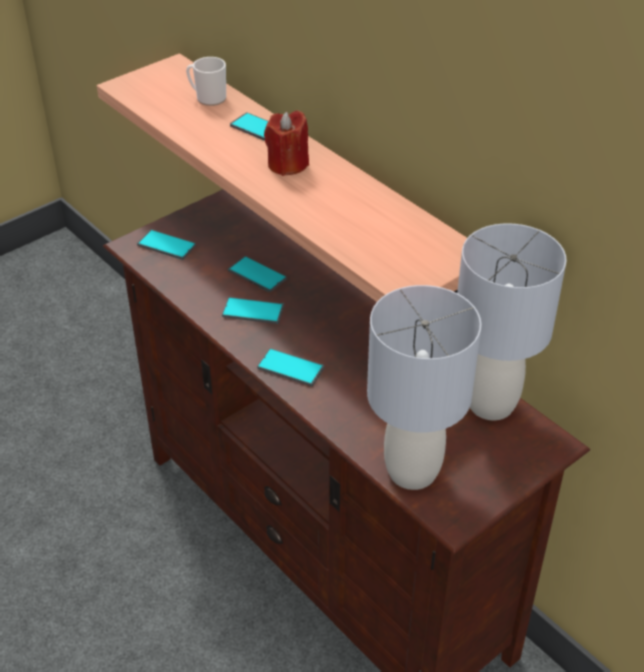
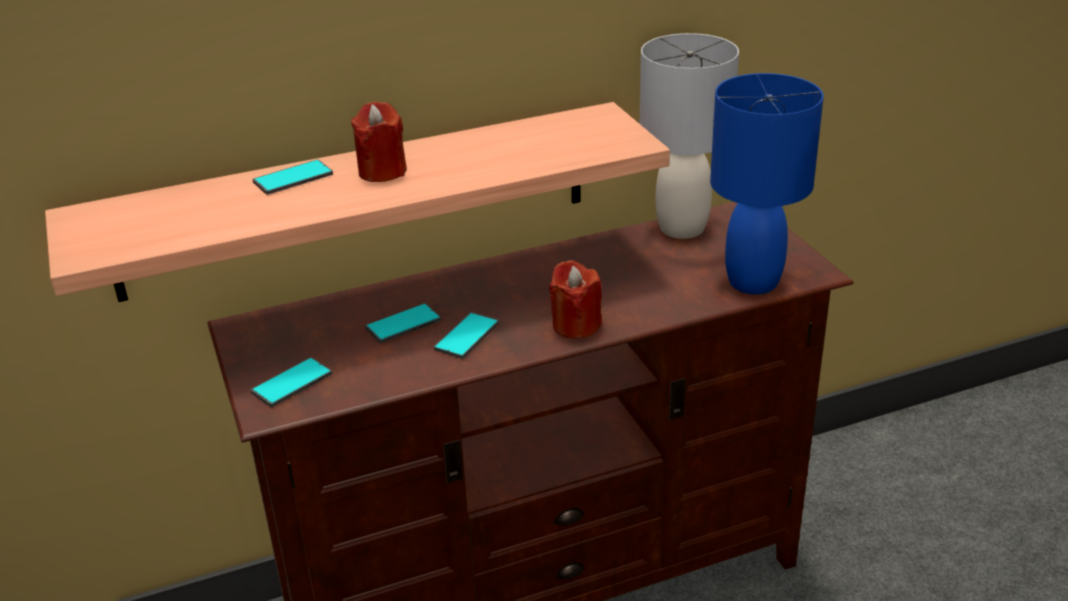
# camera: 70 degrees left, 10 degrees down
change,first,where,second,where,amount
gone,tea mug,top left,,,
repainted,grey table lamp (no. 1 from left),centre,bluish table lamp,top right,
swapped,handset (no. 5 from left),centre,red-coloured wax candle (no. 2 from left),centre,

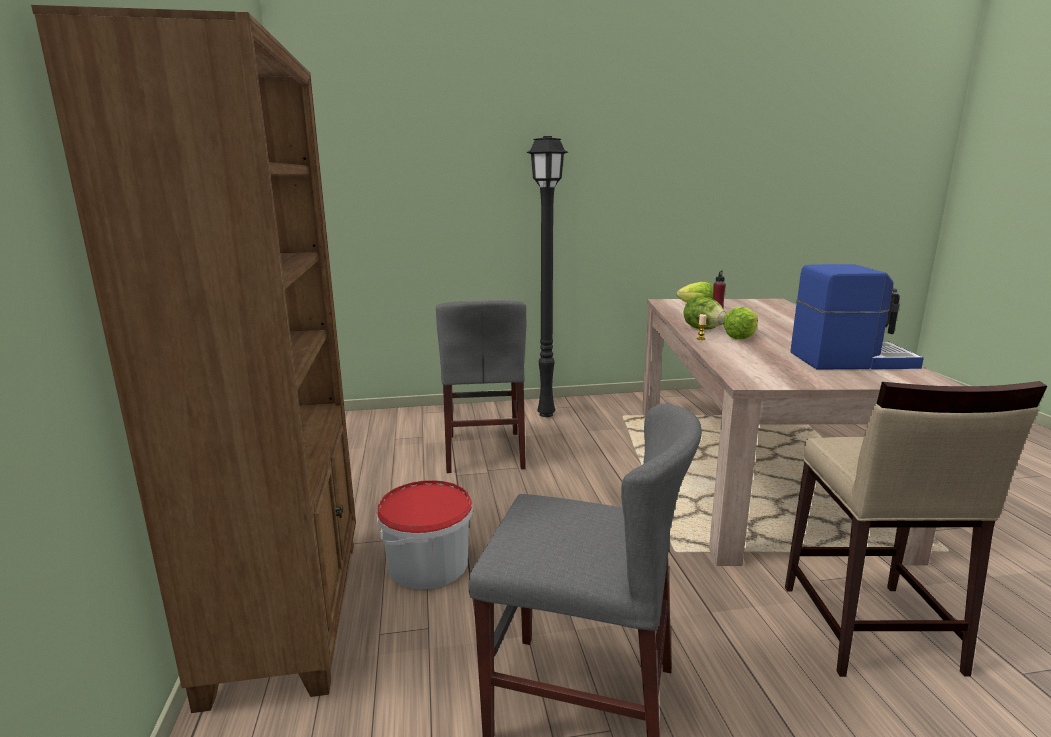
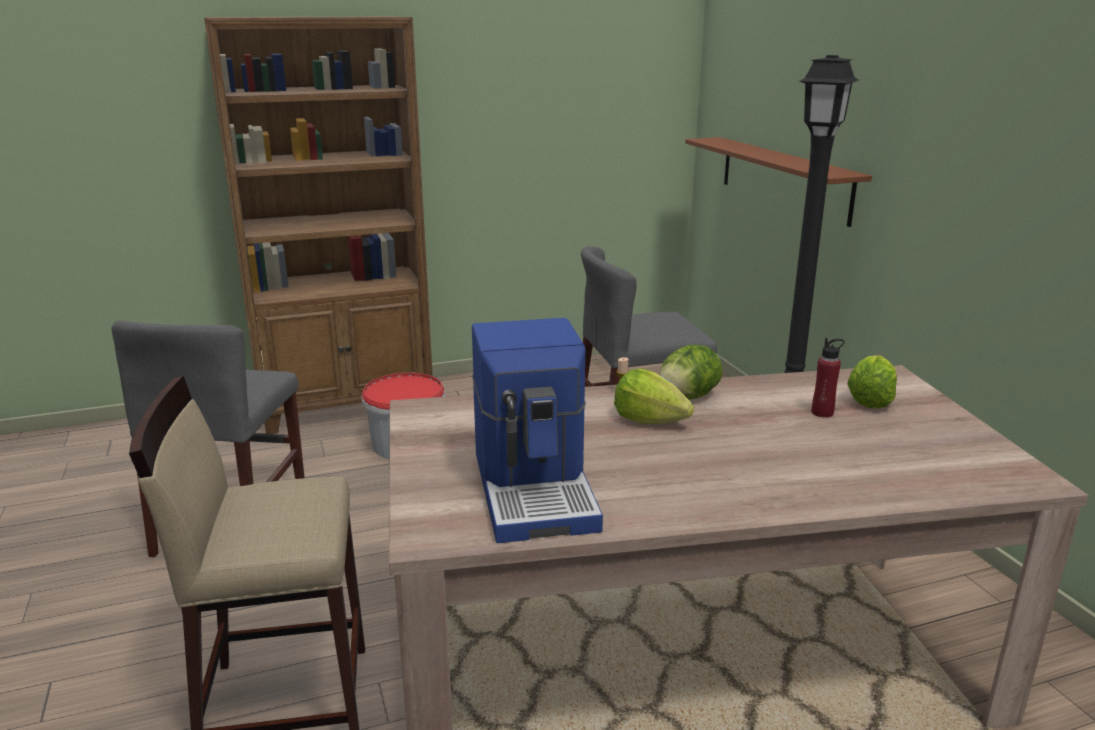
# camera: 80 degrees right, 5 degrees up
change,first,where,second,where,amount
new,,,brown-coloured shelf,top right,

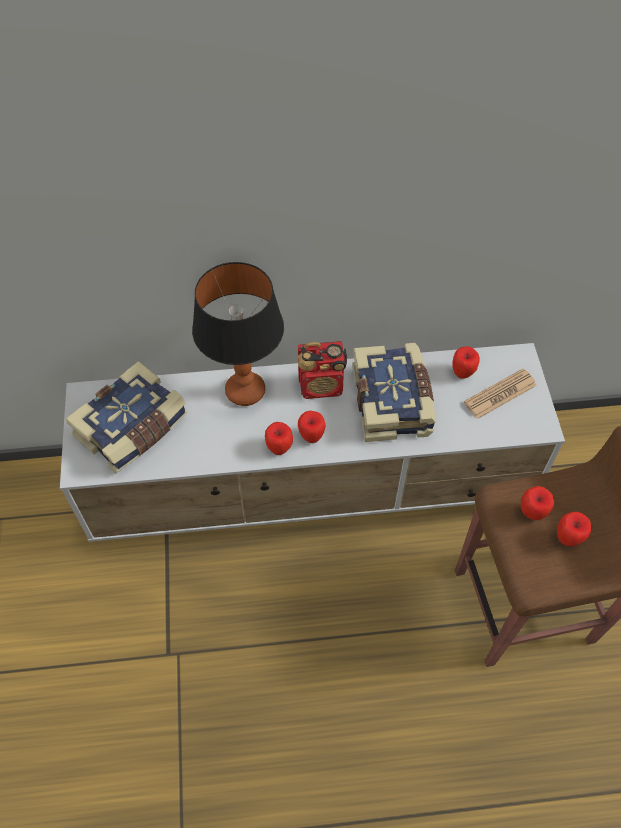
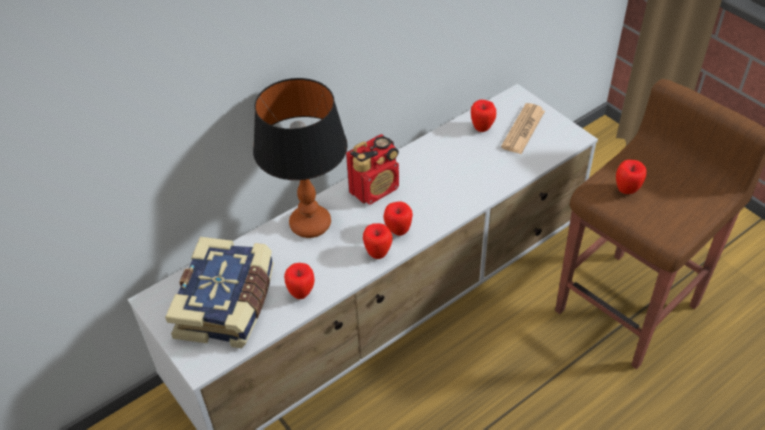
# camera: 30 degrees left, 10 degrees down
change,first,where,second,where,amount
gone,bound book (no. 2 from left),centre,,,
shifted,whole apple (no. 5 from left in the first image),middle right,whole apple (no. 1 from left),centre,

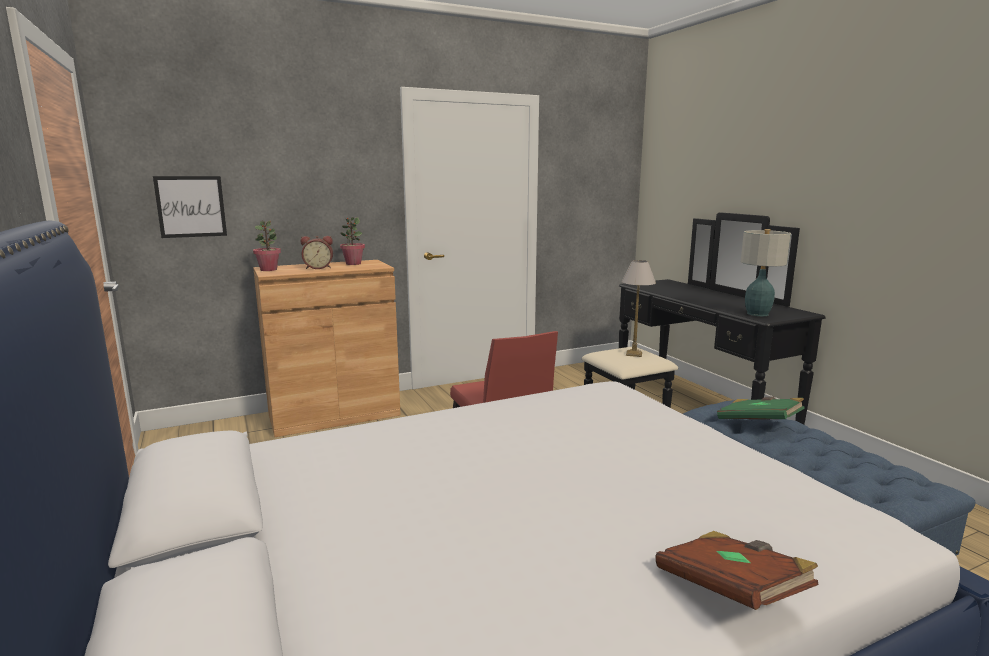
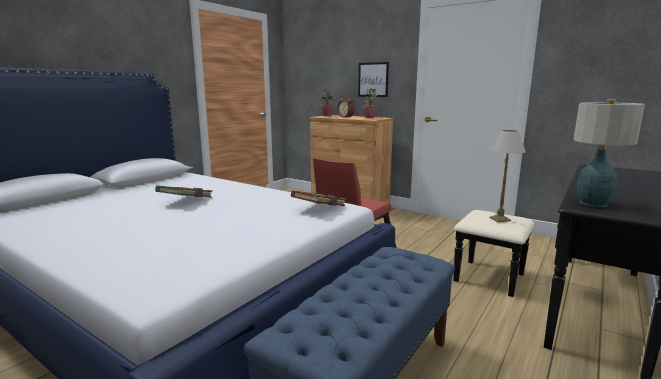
# camera: 60 degrees right, 0 degrees up
change,first,where,second,where,amount
shifted,wall picture,top left,,top centre,
shifted,green-coloured bound book,middle right,,middle left,
shifted,brown-coloured bound book,bottom right,,centre,

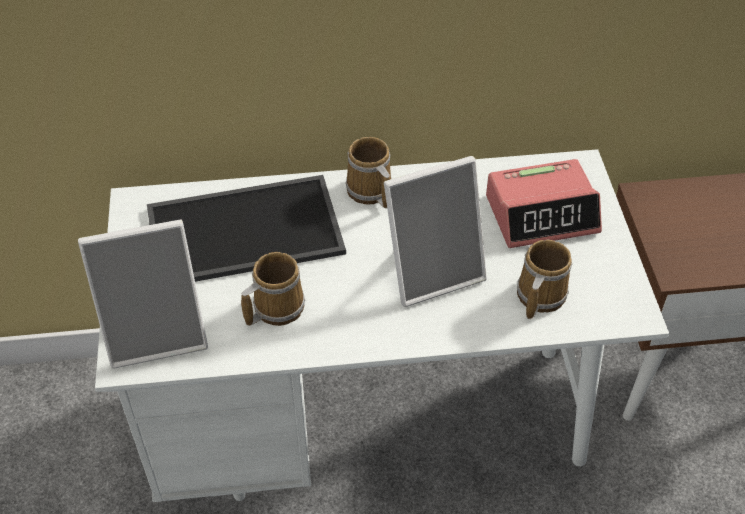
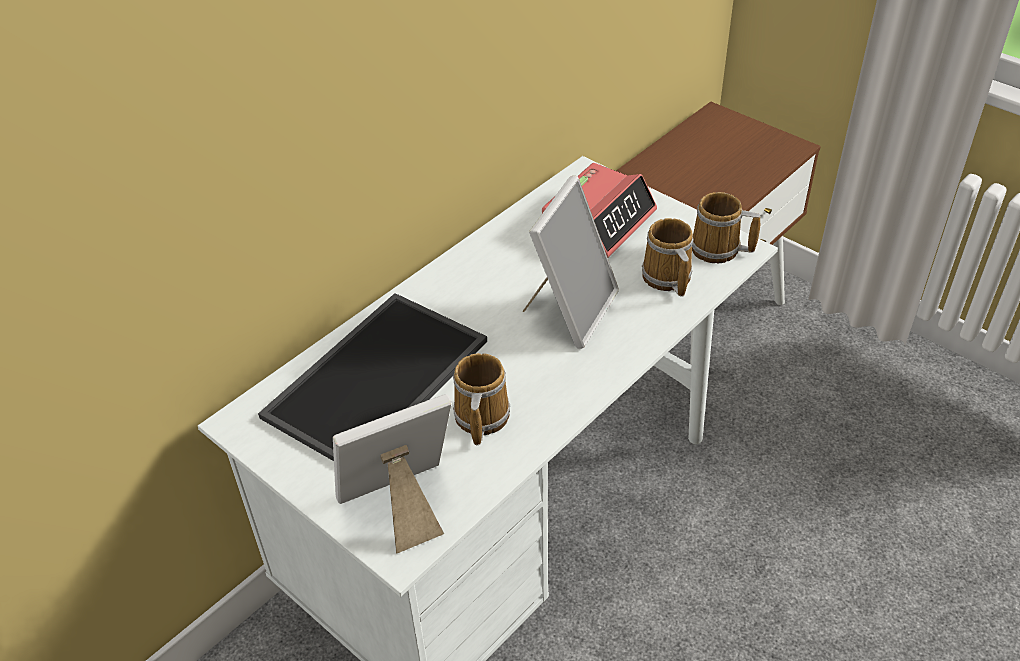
# camera: 40 degrees left, 5 degrees down
change,first,where,second,where,amount
shifted,tea mug (no. 2 from left in the first image),centre,tea mug (no. 3 from left),middle right,
rotated,standing frame (no. 1 from left),middle left,,bottom centre,150 degrees counterclockwise

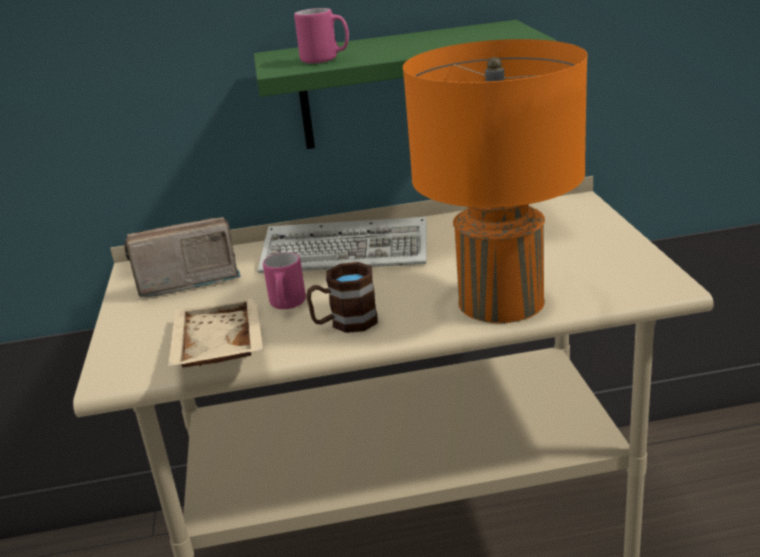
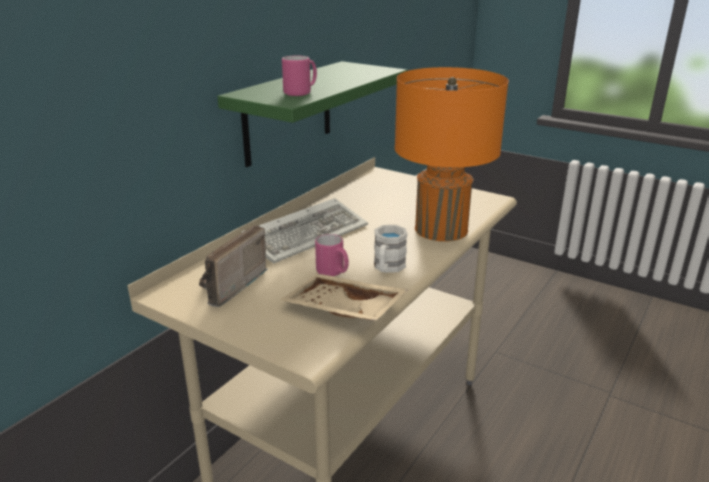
# camera: 50 degrees left, 0 degrees up
change,first,where,second,where,amount
repainted,brown-coloured tea mug,centre,white-coloured tea mug,centre,

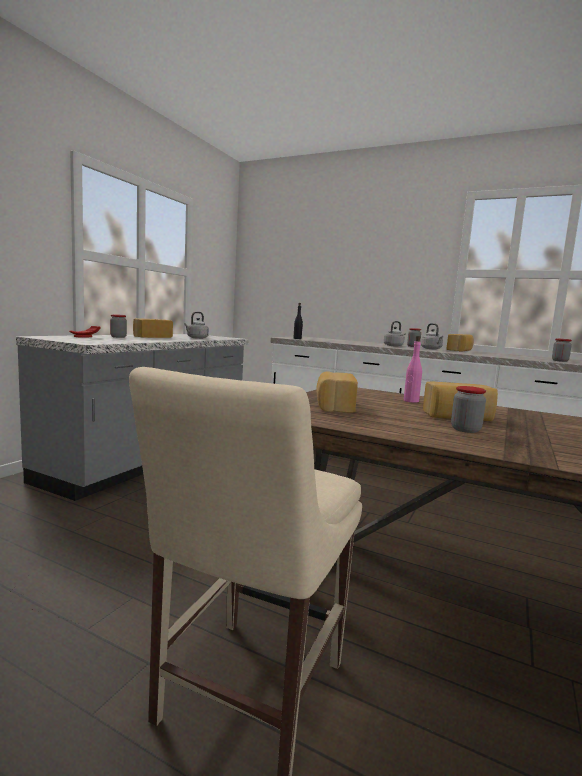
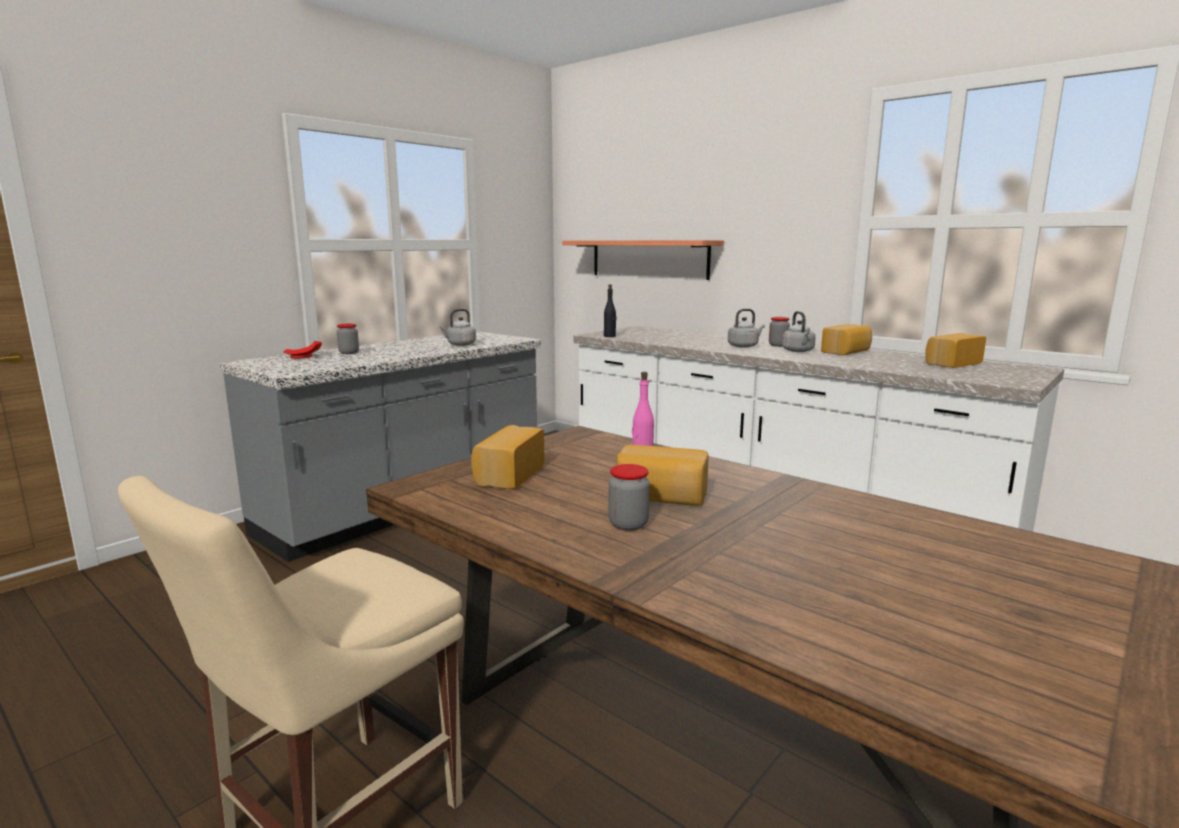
# camera: 15 degrees right, 5 degrees up
change,first,where,second,where,amount
shifted,baked bread (no. 1 from left in the first image),middle left,baked bread (no. 4 from left),middle right,
gone,preserve jar (no. 4 from left),middle right,,,
new,,,shelf,top centre,

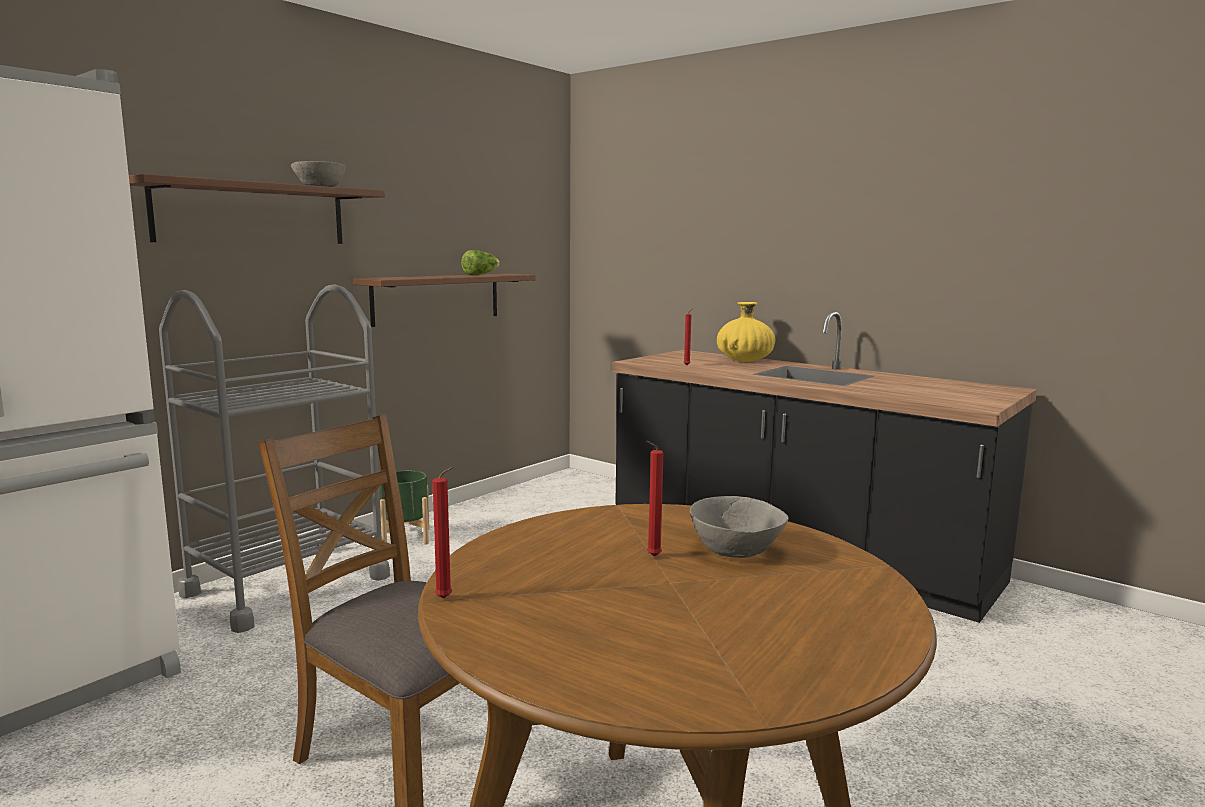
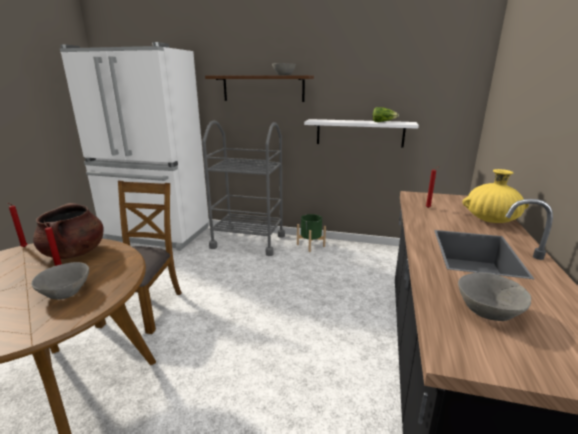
# camera: 65 degrees right, 10 degrees up
change,first,where,second,where,amount
repainted,brown-coloured shelf (no. 2 from left),centre,white-coloured shelf,top centre,
new,,,brown-coloured cooking pot,middle left,
new,,,grey serving bowl (no. 3 from left),bottom right,

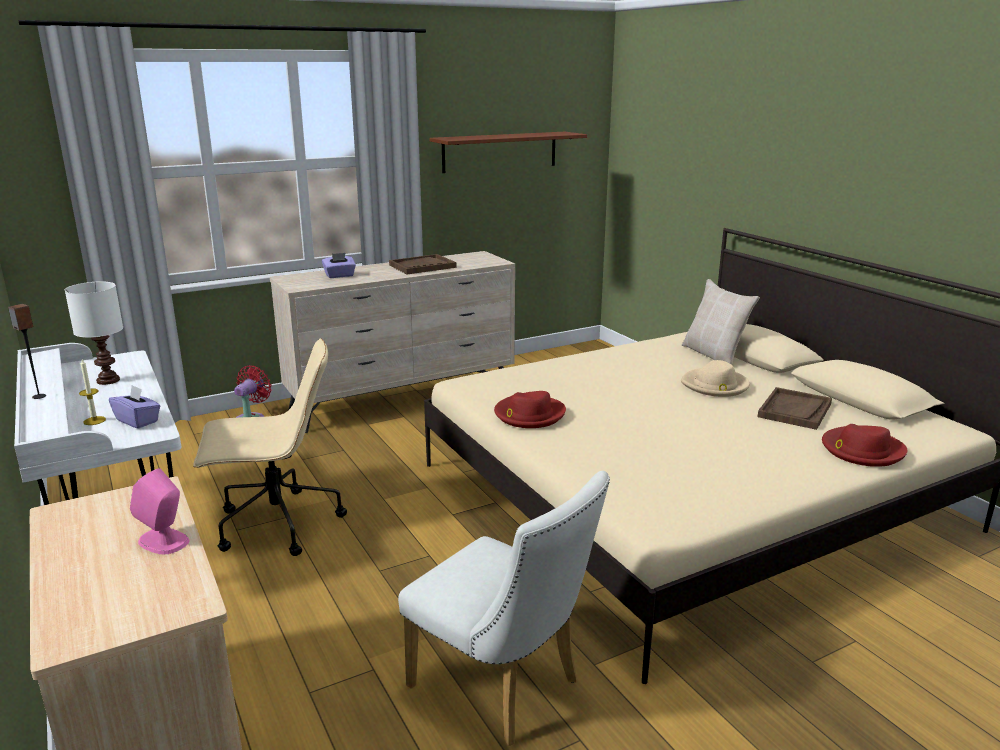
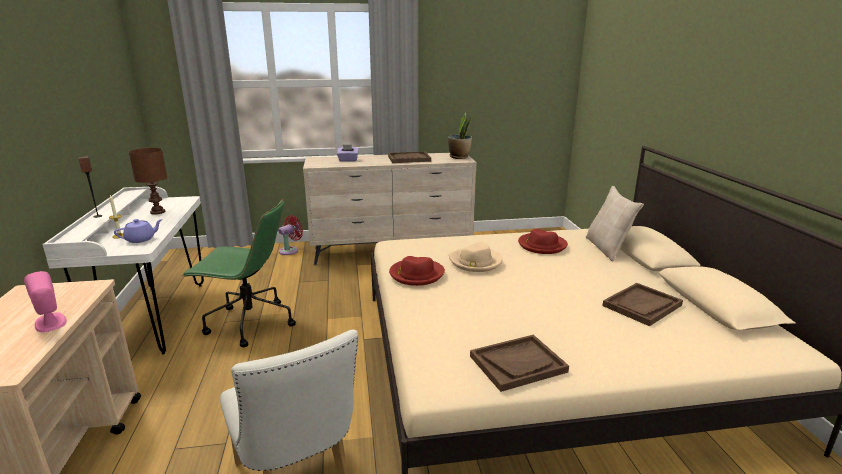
# camera: 20 degrees right, 0 degrees up
change,first,where,second,where,amount
gone,brown-coloured shelf,top centre,,,
repainted,white-coloured table lamp,middle left,brown-coloured table lamp,middle left,
repainted,beige-coloured desk chair,middle left,green-coloured desk chair,middle left,
shifted,beige-coloured wearable hat,middle right,,centre,
swapped,purple tissue box (no. 1 from left),middle left,purple pot for tea,middle left,
shifted,red-coloured wearable hat (no. 2 from left),middle right,,centre,
new,,,plant in a pot,top centre,
new,,,brown-coloured tray (no. 2 from left),bottom centre,

